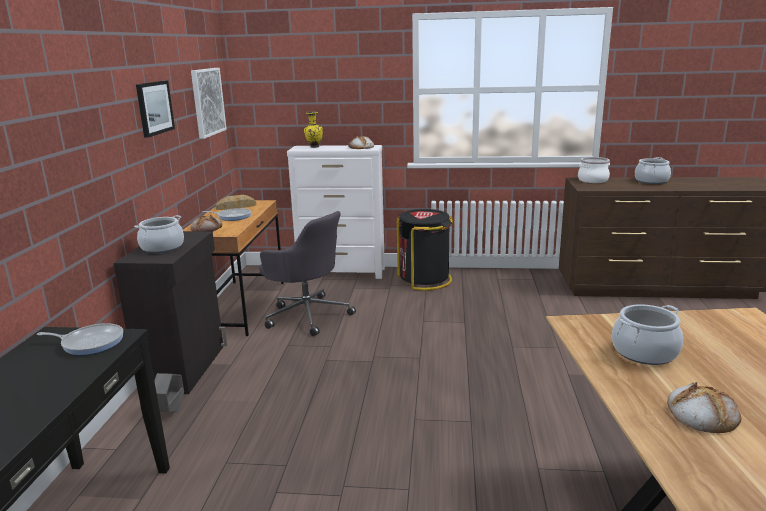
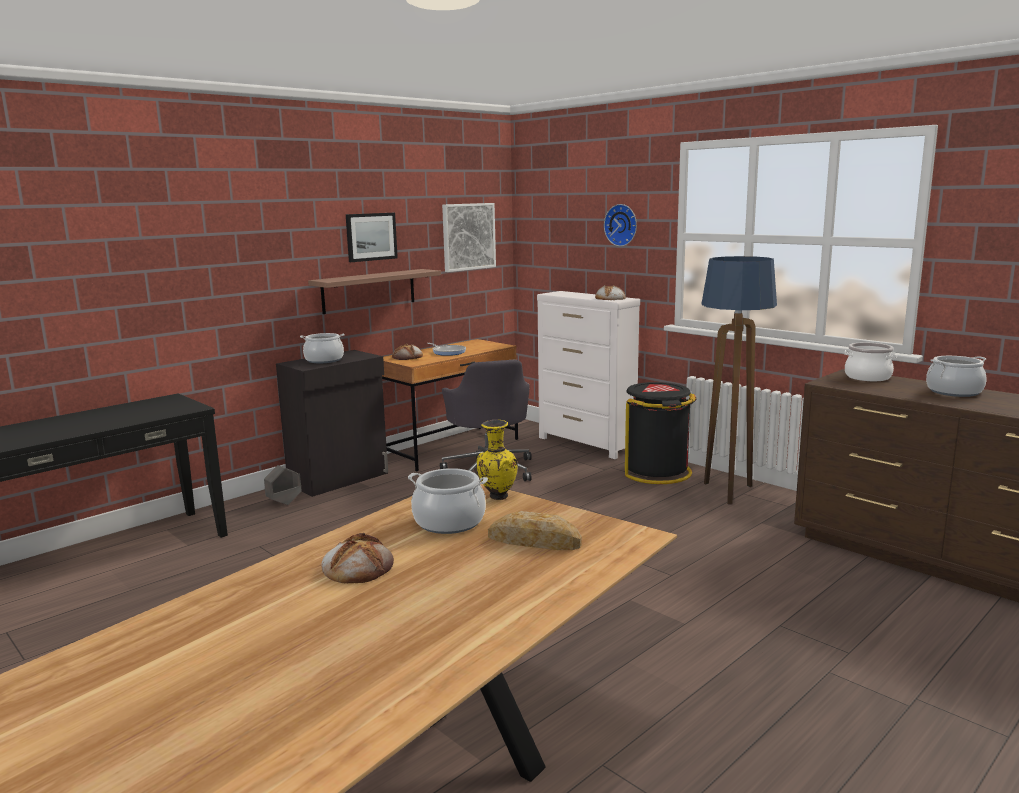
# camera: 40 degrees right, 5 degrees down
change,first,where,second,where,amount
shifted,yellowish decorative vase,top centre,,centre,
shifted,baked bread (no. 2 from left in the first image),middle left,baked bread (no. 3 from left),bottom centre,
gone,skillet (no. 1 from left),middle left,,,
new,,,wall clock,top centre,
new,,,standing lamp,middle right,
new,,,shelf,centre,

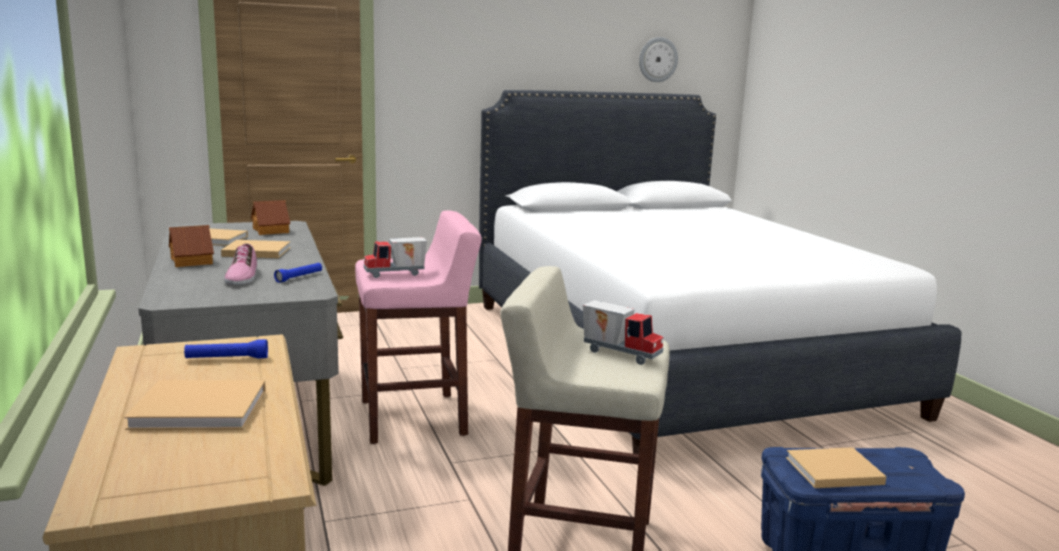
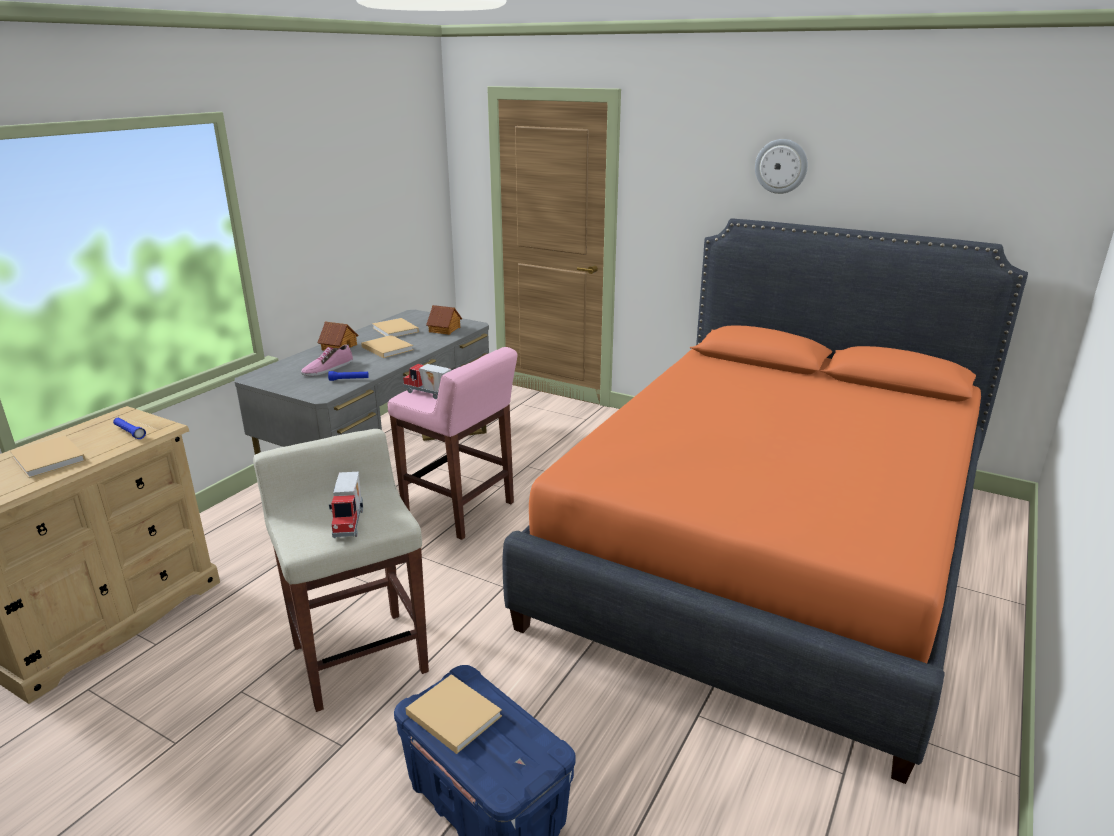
# camera: 50 degrees right, 10 degrees up
change,first,where,second,where,amount
shifted,wall clock,top centre,,top right,
repainted,white-coloured bedroom bed,middle right,orangey bedroom bed,middle right,

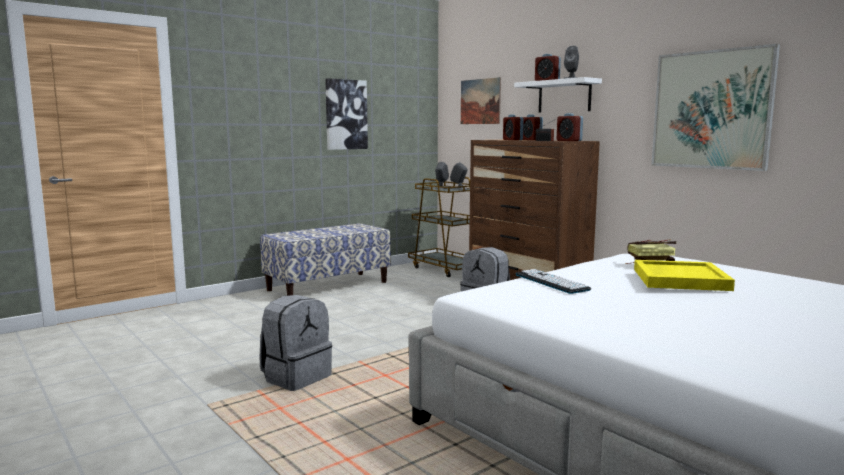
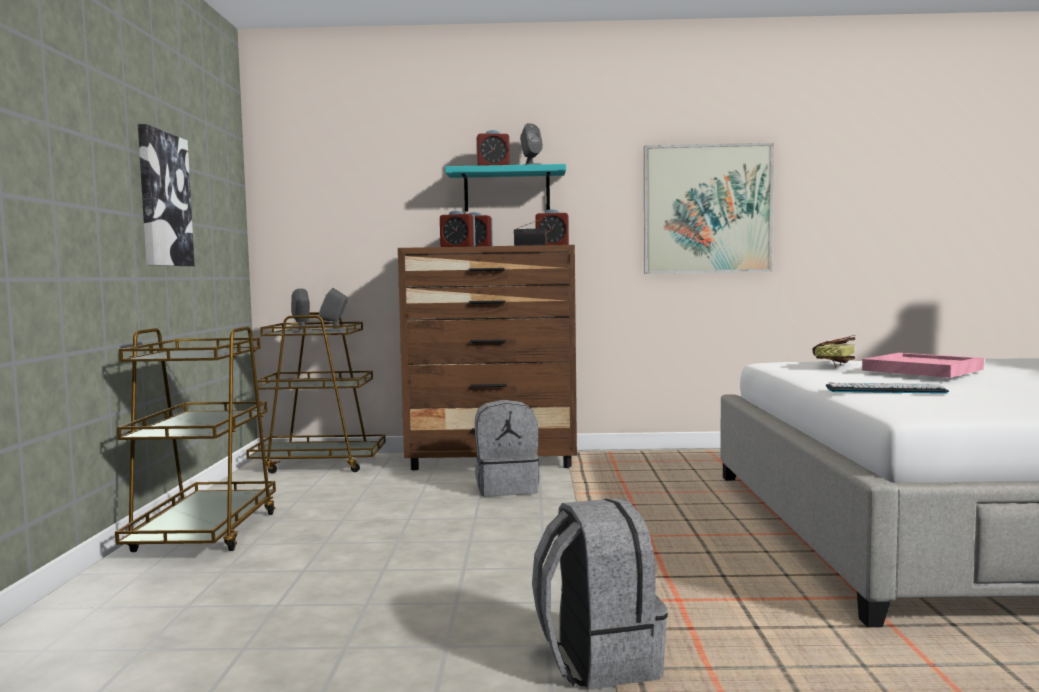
# camera: 50 degrees left, 5 degrees down
change,first,where,second,where,amount
gone,wall picture (no. 2 from left),top centre,,,
repainted,white-coloured shelf,top centre,blue-green shelf,top centre,
swapped,bench,centre,brown-coloured trolley (no. 1 from left),middle left,
repainted,yellowish tray,middle right,pink tray,middle right,

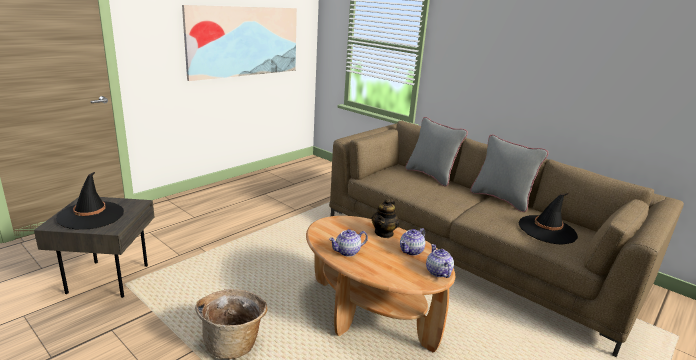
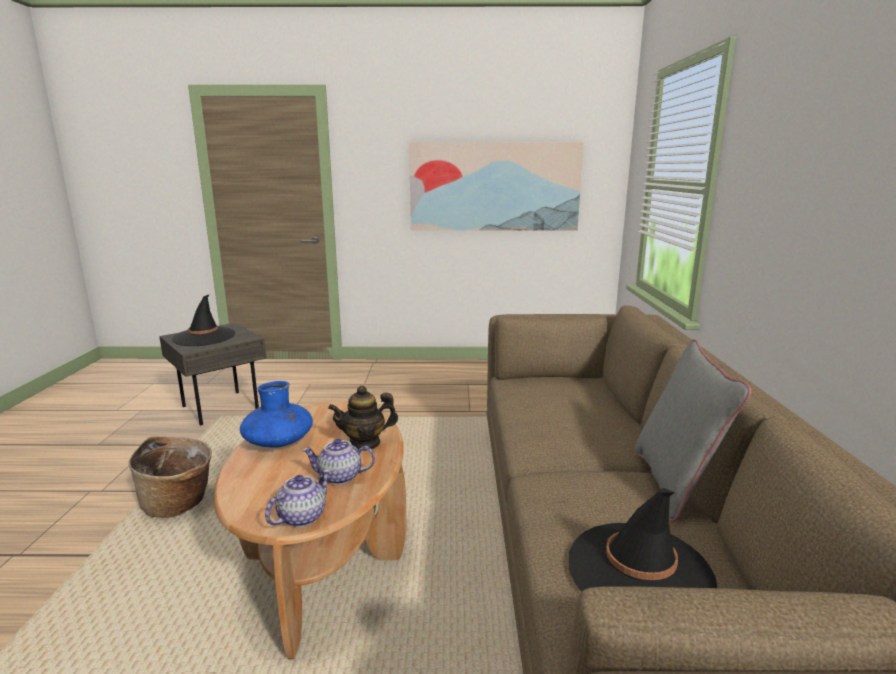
# camera: 50 degrees right, 5 degrees down
change,first,where,second,where,amount
gone,grey throw pillow (no. 1 from left),centre,,,
swapped,pot for tea (no. 1 from left),bottom centre,bluish decorative vase,middle left,

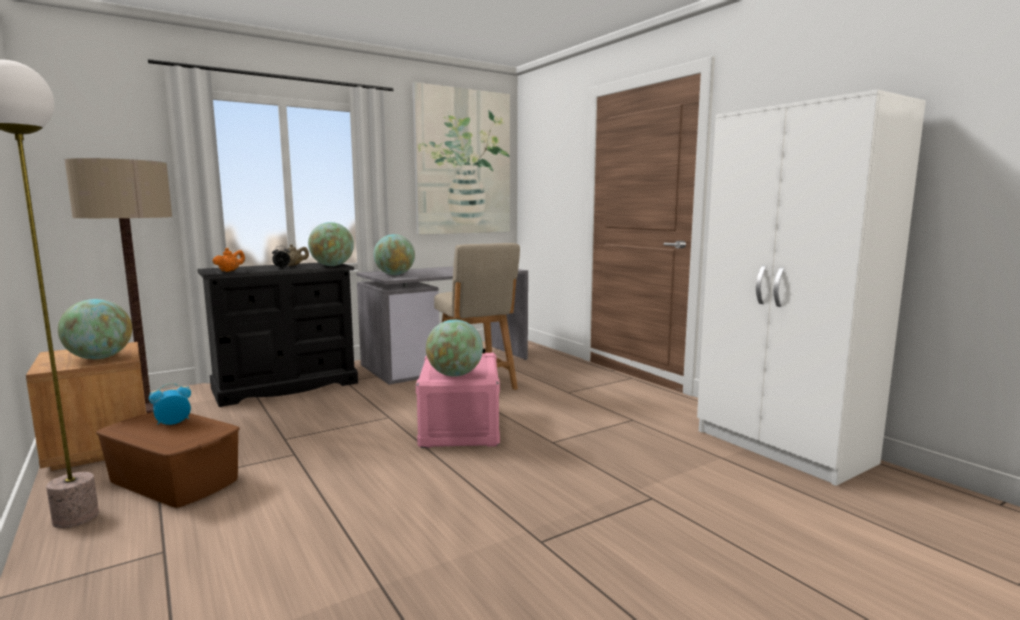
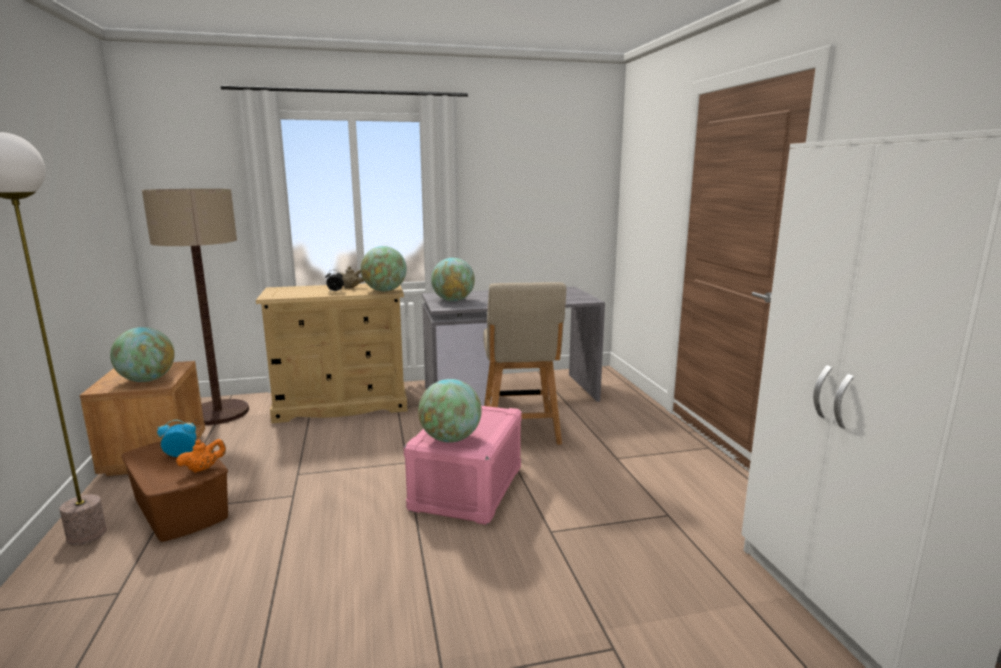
# camera: 20 degrees right, 5 degrees up
change,first,where,second,where,amount
gone,wall picture,top centre,,,
shifted,orangey pot for tea,middle left,,bottom left,
repainted,black-coloured drawer chest,middle left,beige-coloured drawer chest,middle left,

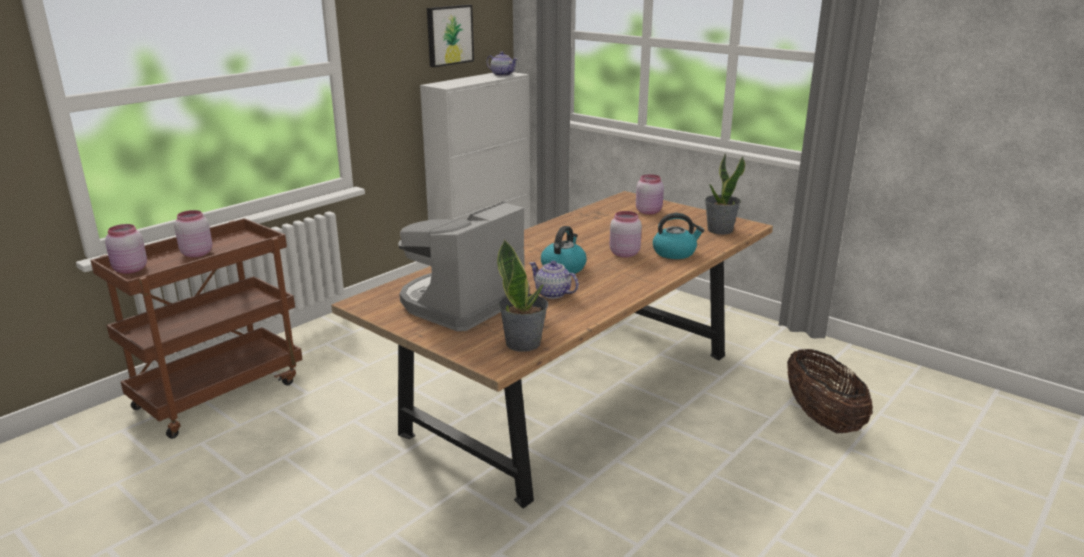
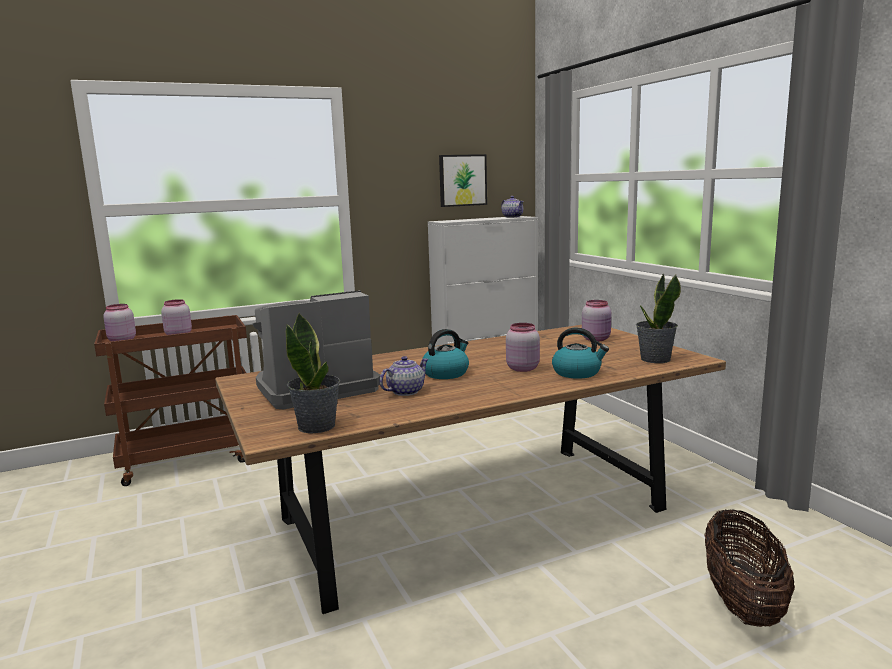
# camera: 25 degrees right, 10 degrees down
change,first,where,second,where,amount
rotated,pot for tea (no. 2 from left in the first image),centre,pot for tea (no. 1 from left),centre,75 degrees clockwise

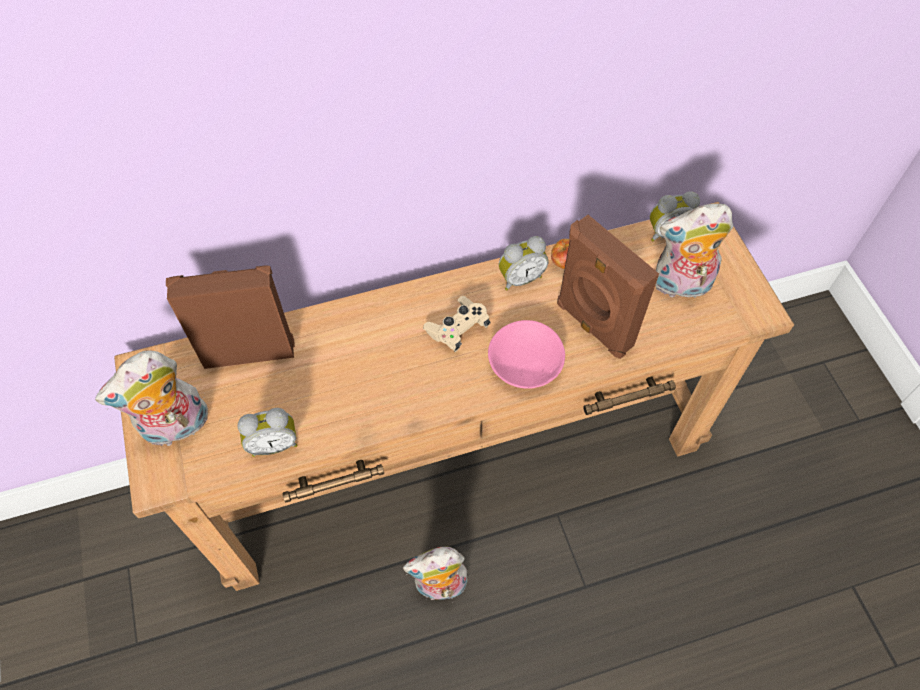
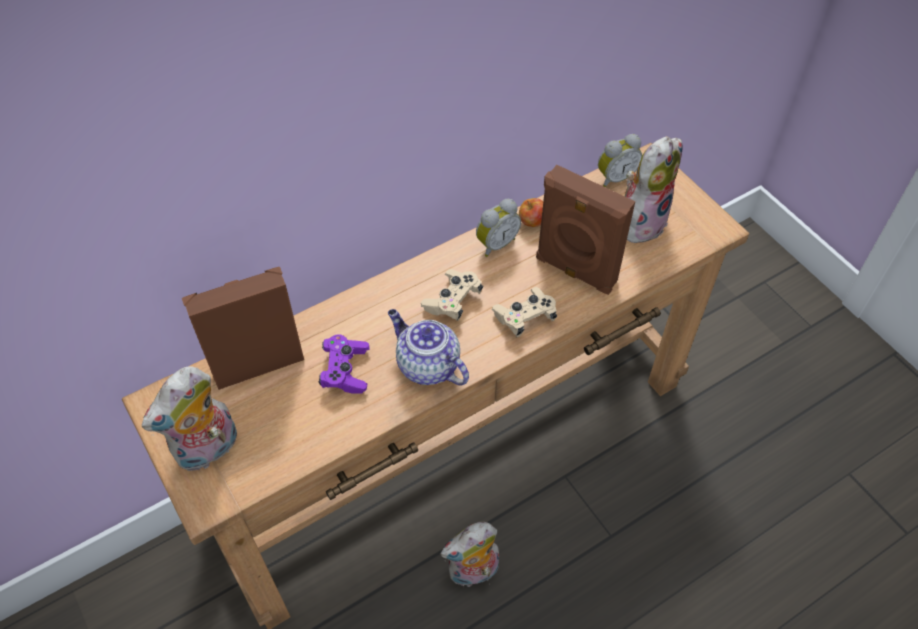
# camera: 15 degrees left, 5 degrees down
change,first,where,second,where,amount
rotated,plush toy (no. 3 from left),middle right,,top right,150 degrees clockwise
swapped,pink serving bowl,centre,beige-coloured gamepad (no. 2 from left),centre,
gone,bedside clock (no. 1 from left),middle left,,,
new,,,pot for tea,centre,
new,,,purple gamepad,centre,

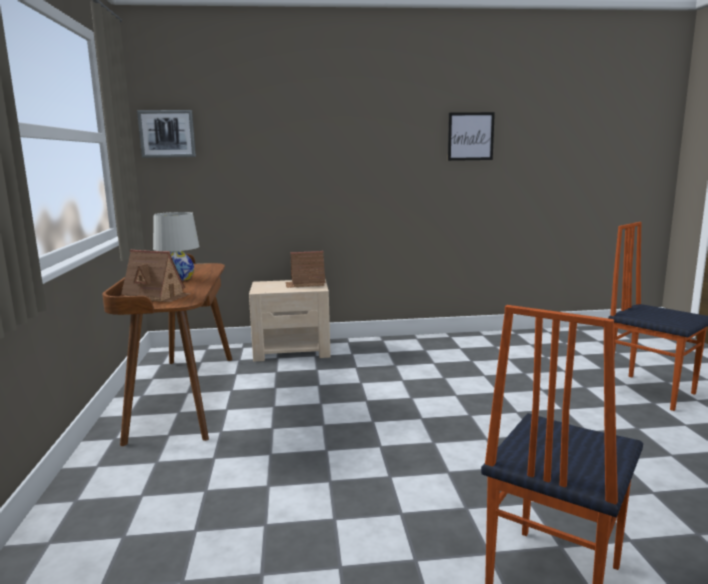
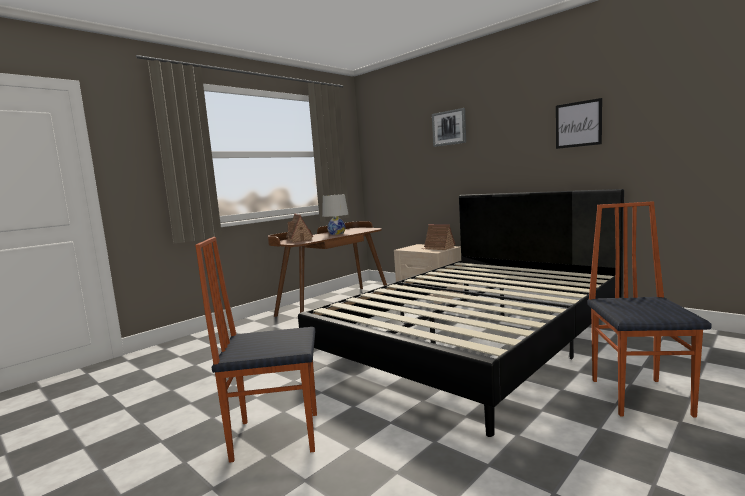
# camera: 50 degrees right, 5 degrees down
change,first,where,second,where,amount
shifted,wall picture (no. 1 from left),top left,,top centre,
new,,,black-coloured bedroom bed,centre,

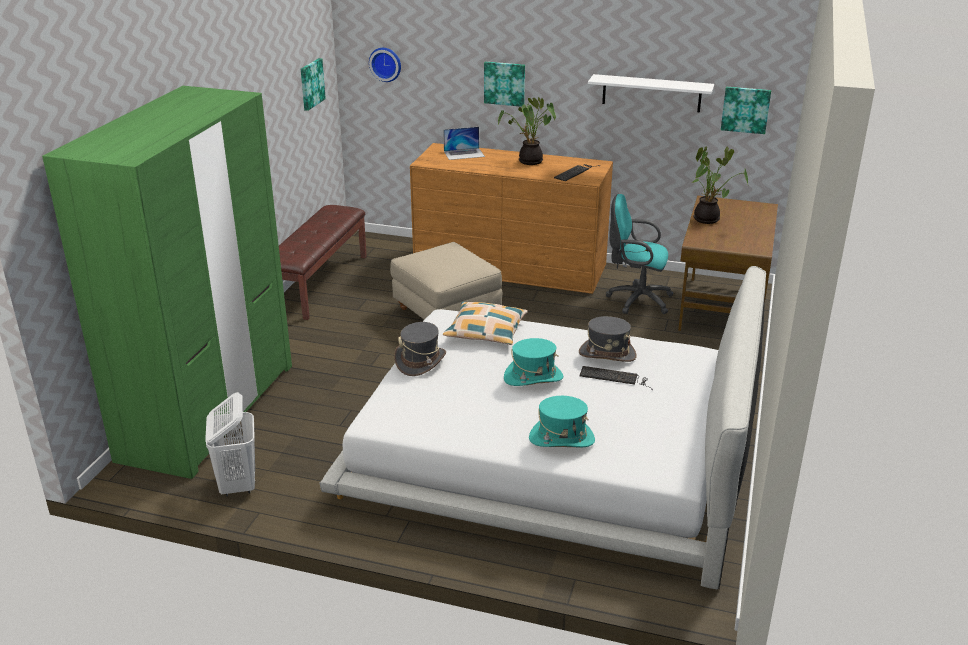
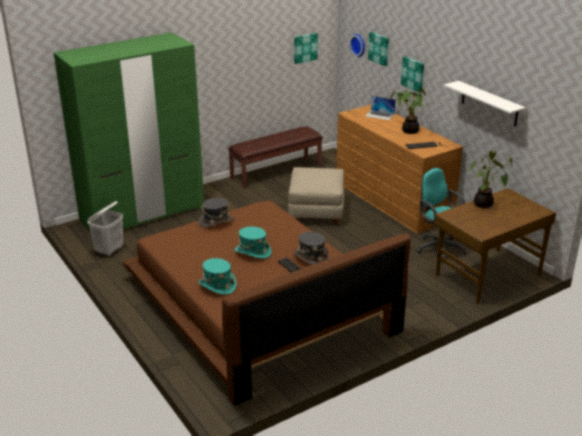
# camera: 40 degrees right, 0 degrees up
change,first,where,second,where,amount
shifted,wall picture (no. 3 from left in the first image),top right,wall picture (no. 2 from left),top centre,
repainted,white-coloured bedroom bed,centre,brown-coloured bedroom bed,bottom centre,
gone,throw pillow,centre,,,

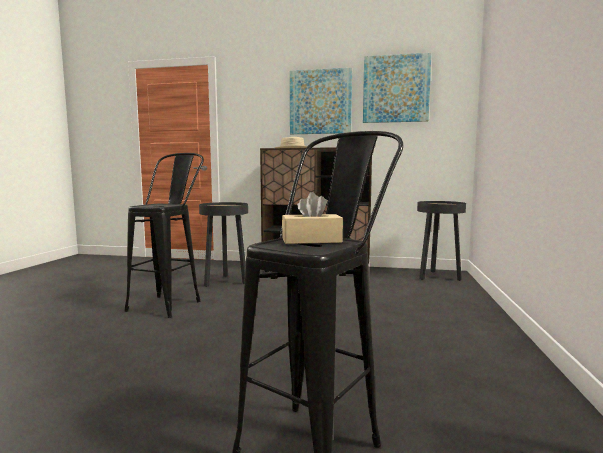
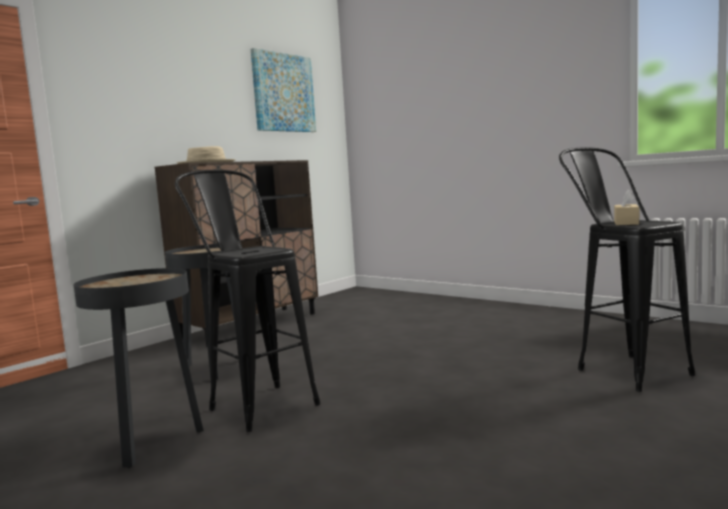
# camera: 60 degrees left, 0 degrees up
change,first,where,second,where,amount
gone,wall picture (no. 1 from left),top centre,,,
shifted,black-coloured accent table (no. 2 from left in the first image),middle right,black-coloured accent table (no. 1 from left),bottom left,

